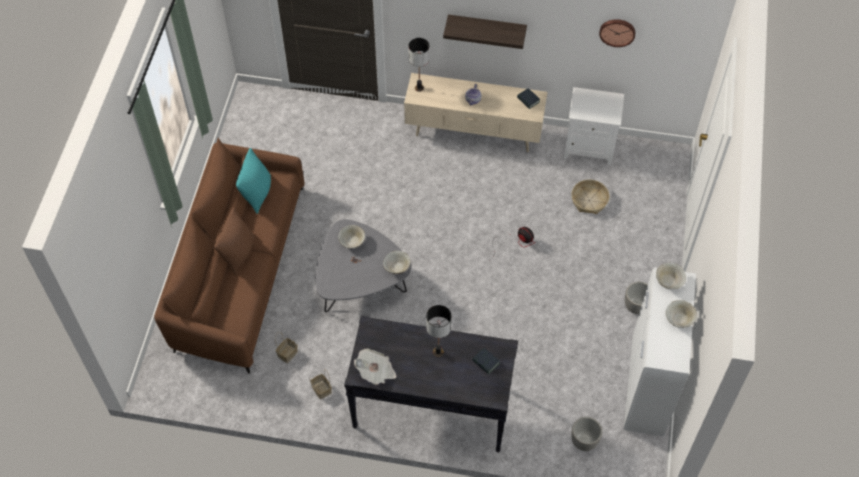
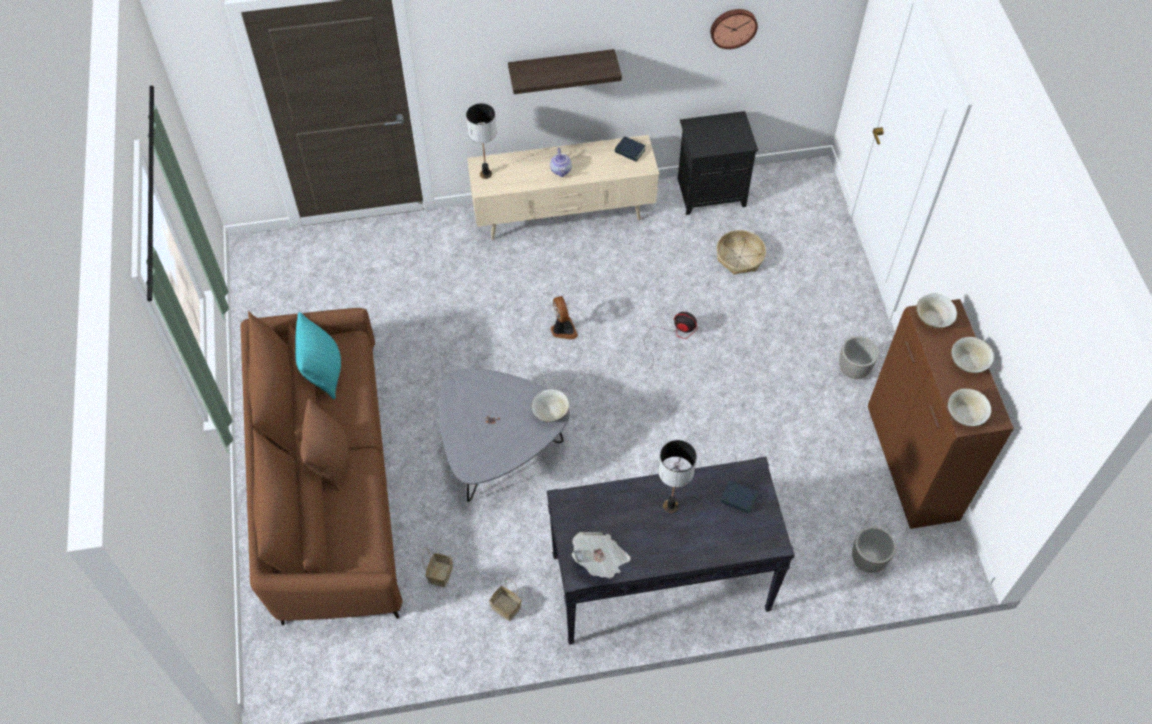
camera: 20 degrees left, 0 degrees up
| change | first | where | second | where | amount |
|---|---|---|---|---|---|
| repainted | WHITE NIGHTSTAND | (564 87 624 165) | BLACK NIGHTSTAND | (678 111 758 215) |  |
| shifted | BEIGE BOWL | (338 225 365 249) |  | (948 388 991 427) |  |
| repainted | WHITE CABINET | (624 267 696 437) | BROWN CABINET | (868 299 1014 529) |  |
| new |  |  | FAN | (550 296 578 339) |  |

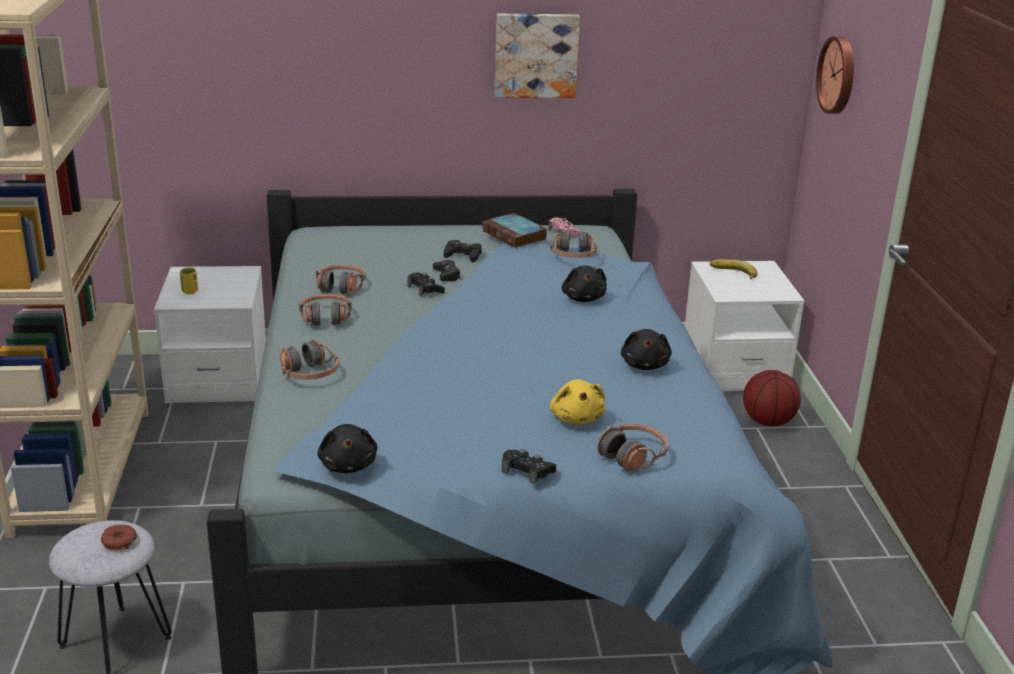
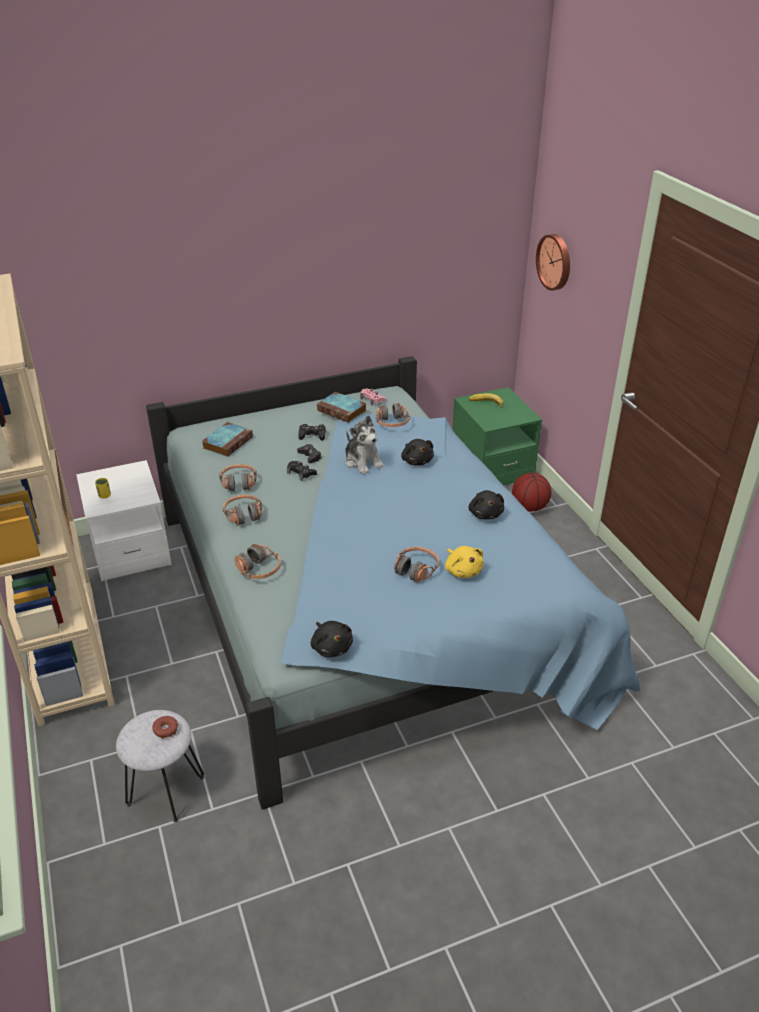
camera: 15 degrees left, 10 degrees up
| change | first | where | second | where | amount |
|---|---|---|---|---|---|
| gone | PICTURE | (495 14 580 98) |  |  |  |
| repainted | WHITE NIGHTSTAND | (685 261 804 391) | GREEN NIGHTSTAND | (452 387 542 485) |  |
| shifted | HEADPHONES | (598 424 668 471) |  | (394 546 439 583) |  |
| gone | BLACK GAME CONTROLLER | (502 449 556 485) |  |  |  |
| new |  |  | PLUSH TOY | (345 415 384 475) |  |
| new |  |  | BOOK | (202 422 253 457) |  |

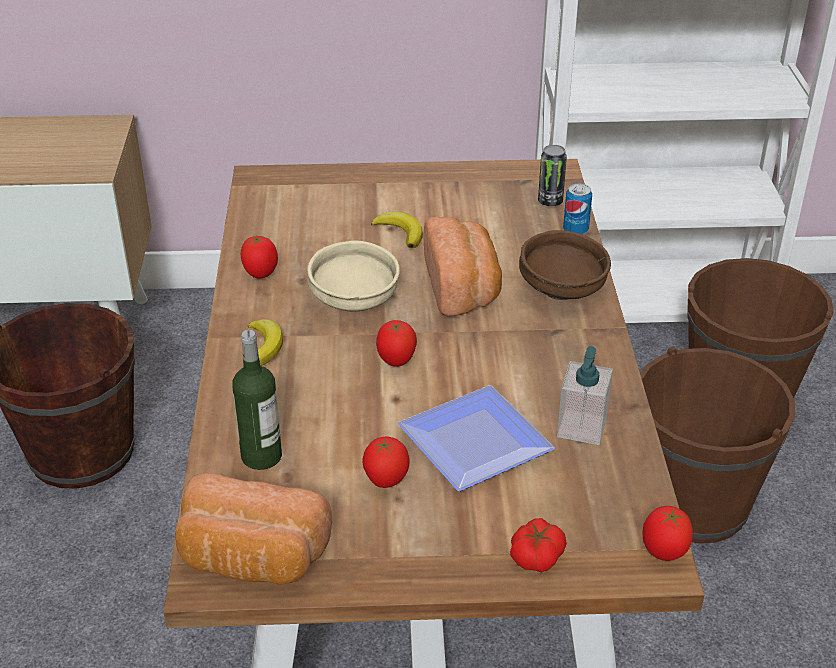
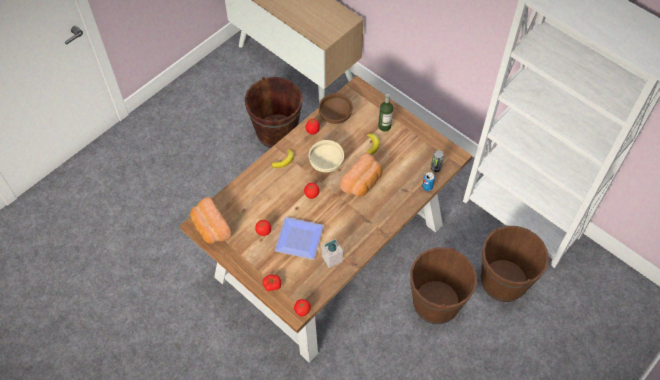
camera: 45 degrees right, 20 degrees up
| change | first | where | second | where | amount |
|---|---|---|---|---|---|
| shifted | BROWN BOWL | (519 230 611 300) |  | (319 93 353 124) |  |
| shifted | BOTTLE | (232 330 282 470) |  | (378 94 393 132) |  |

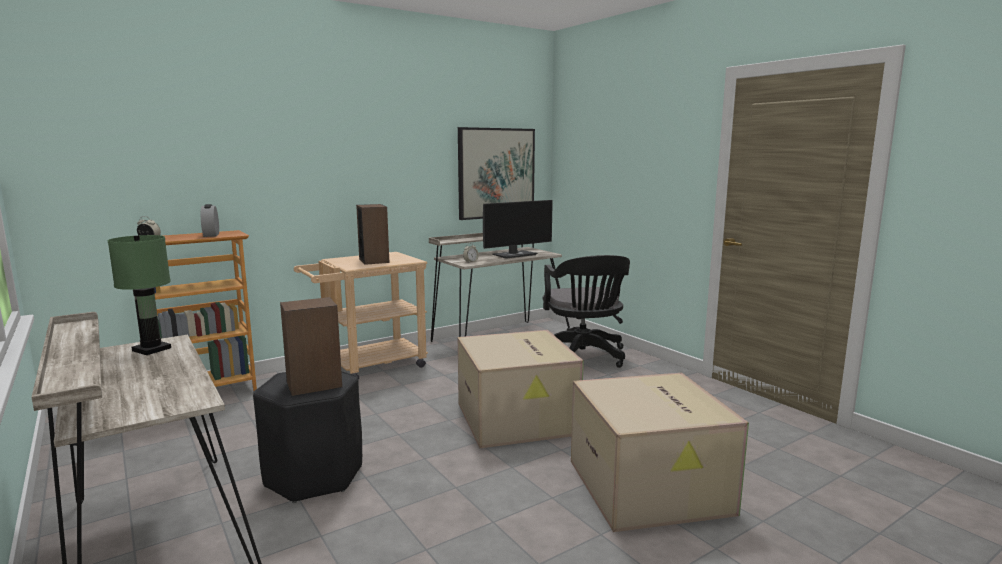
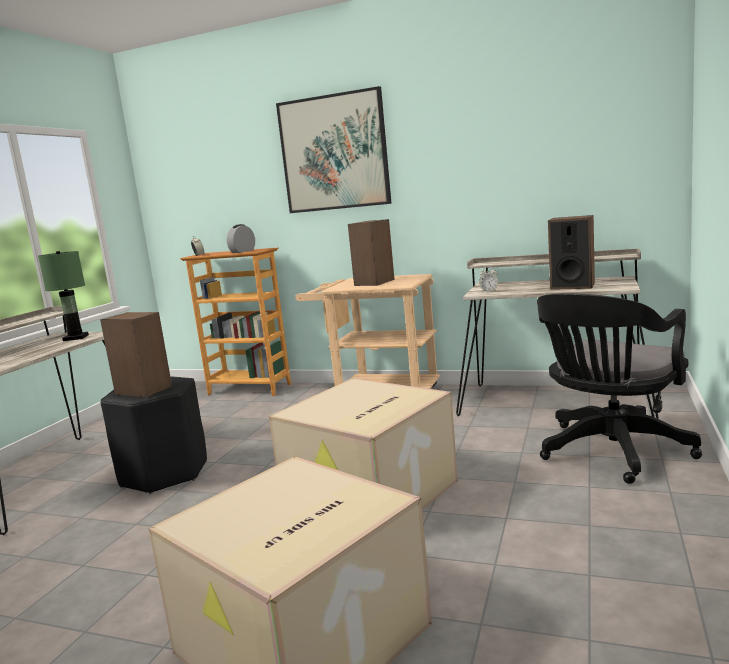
camera: 55 degrees right, 0 degrees up
| change | first | where | second | where | amount |
|---|---|---|---|---|---|
| shifted | PICTURE | (458 127 535 220) |  | (276 86 392 213) |  |
| swapped | MONITOR | (483 200 553 259) | SPEAKER | (548 215 595 290) |  |

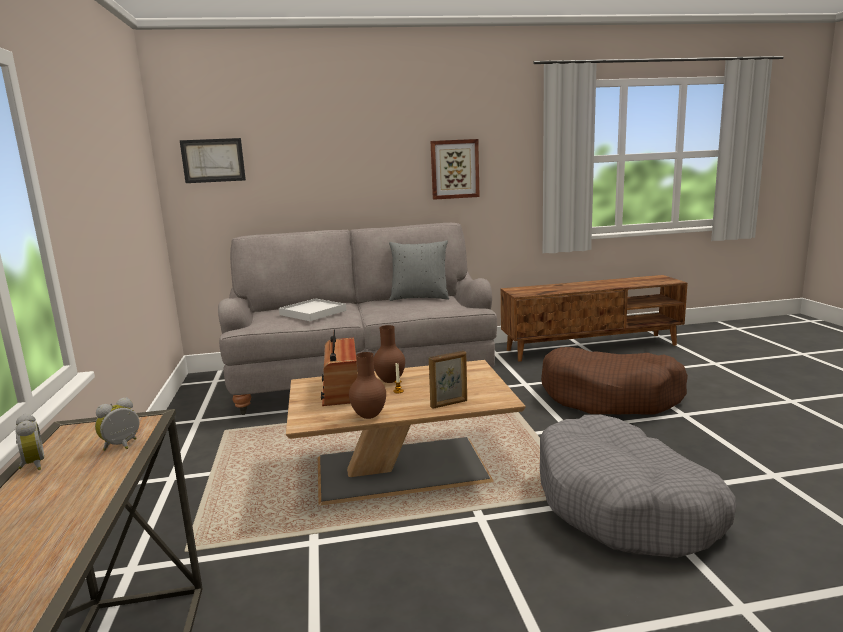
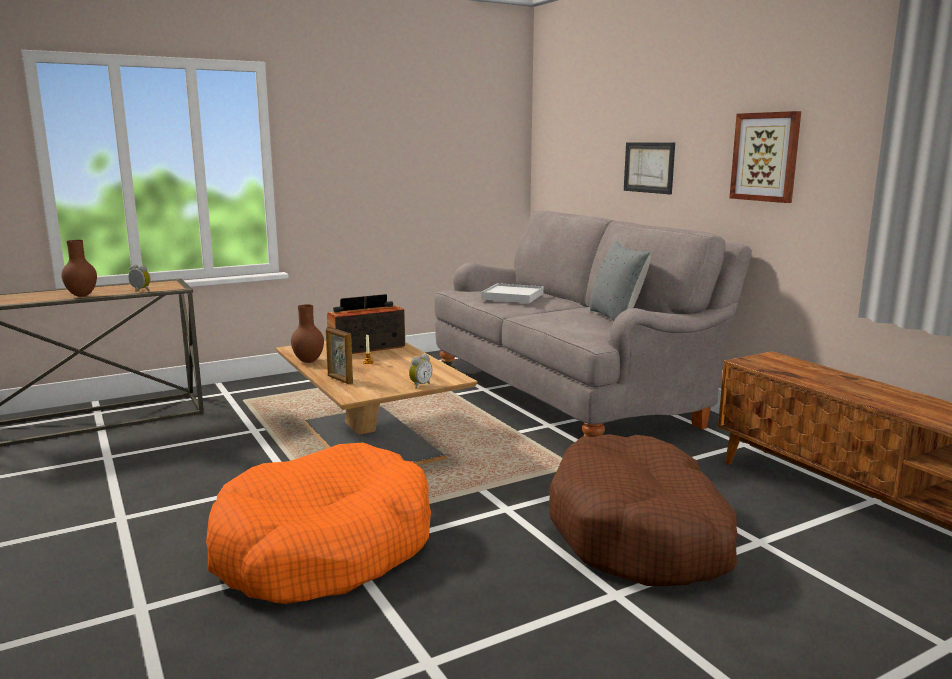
camera: 70 degrees right, 0 degrees up
| change | first | where | second | where | amount |
|---|---|---|---|---|---|
| shifted | PICTURE | (179 138 246 183) |  | (624 142 675 194) |  |
| shifted | BROWN VASE | (374 325 405 383) |  | (61 240 97 297) |  |
| shifted | ALARM CLOCK | (15 414 44 470) |  | (409 354 432 389) |  |
| repainted | GREY DOG BED | (540 415 736 558) | ORANGE DOG BED | (206 443 431 604) |  |

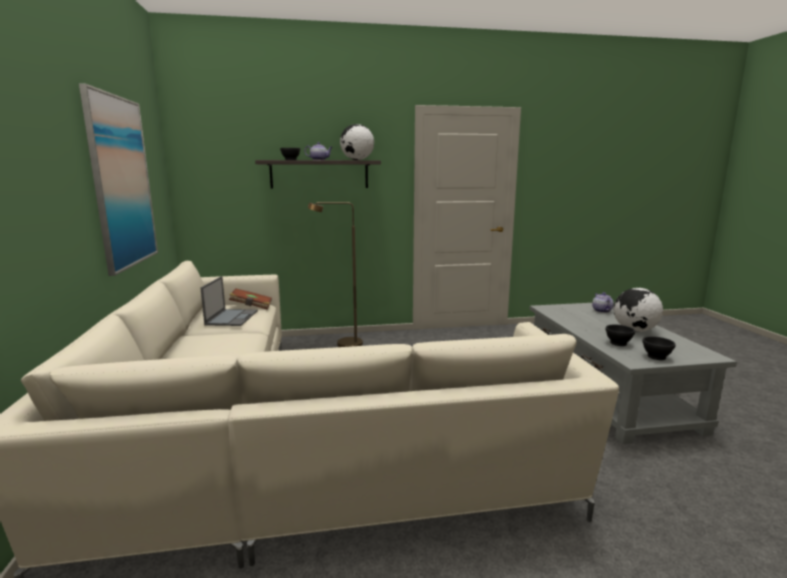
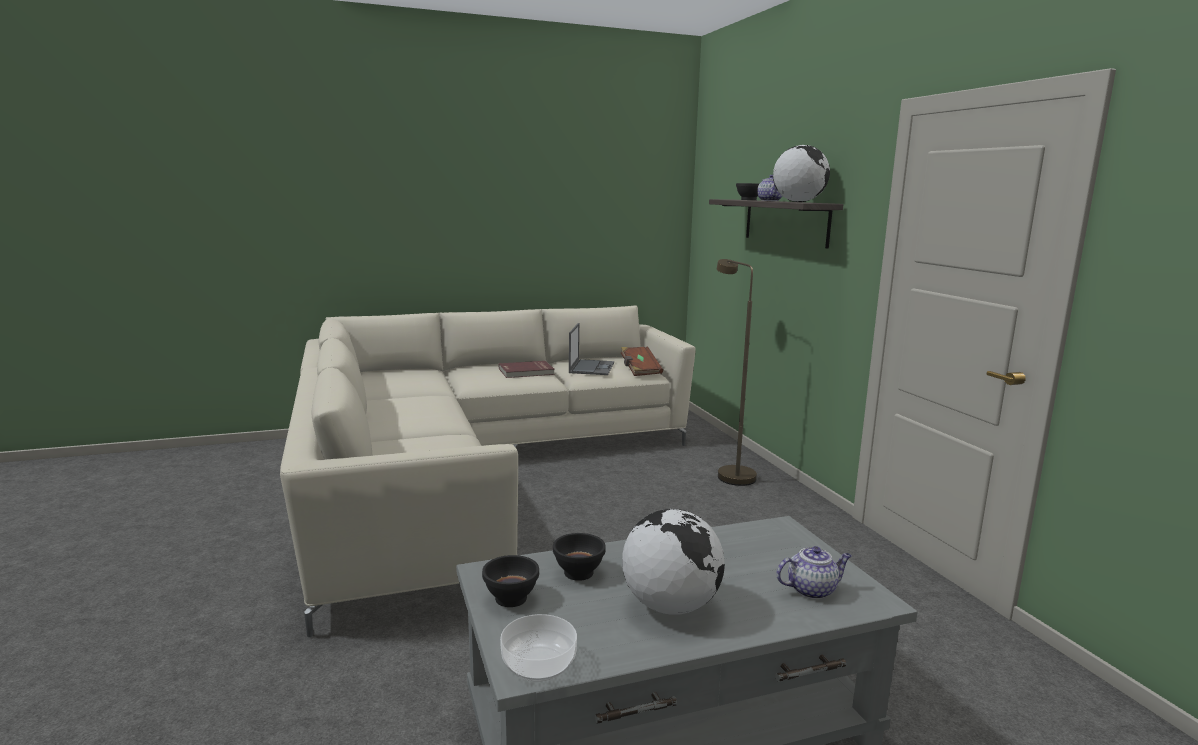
camera: 80 degrees right, 0 degrees up
| change | first | where | second | where | amount |
|---|---|---|---|---|---|
| gone | PICTURE | (79 83 158 276) |  |  |  |
| rotated | LAPTOP | (201 276 258 326) |  | (569 323 614 375) | 75 degrees counterclockwise |
| new |  |  | RED BOOK | (499 361 555 378) |  |
| new |  |  | BOWL | (500 614 577 682) |  |

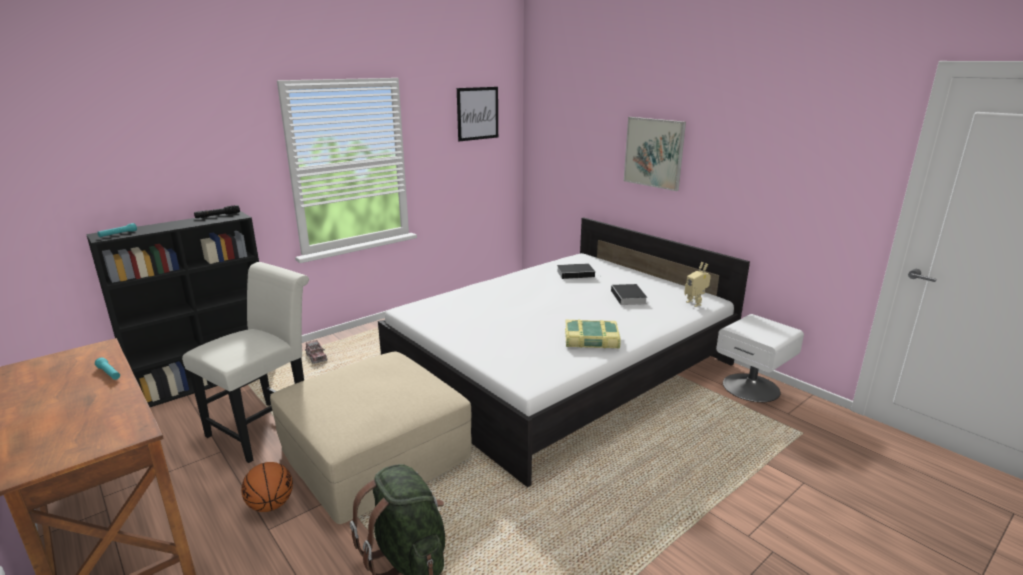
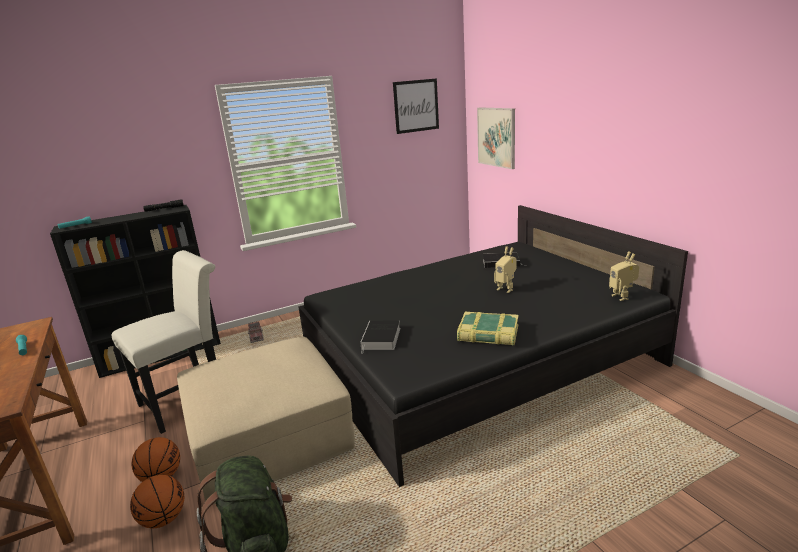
camera: 15 degrees right, 0 degrees up
| change | first | where | second | where | amount |
|---|---|---|---|---|---|
| shifted | PICTURE | (624 117 686 191) |  | (477 107 515 169) |  |
| repainted | WHITE BED | (378 218 750 487) | BLACK BED | (298 205 688 487) |  |
| shifted | BOOK | (611 284 647 308) |  | (360 321 400 354) |  |
| gone | WHITE NIGHTSTAND | (716 314 804 402) |  |  |  |
| new |  |  | TOY ROBOT | (494 246 517 293) |  |
| new |  |  | BASKETBALL | (130 475 184 529) |  |

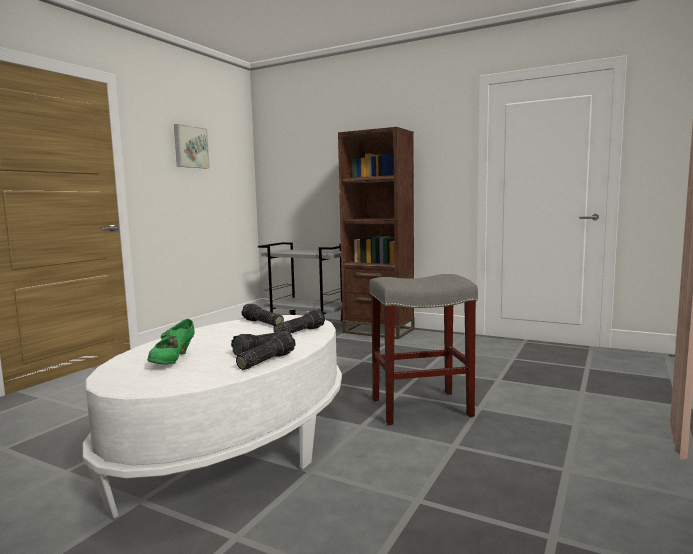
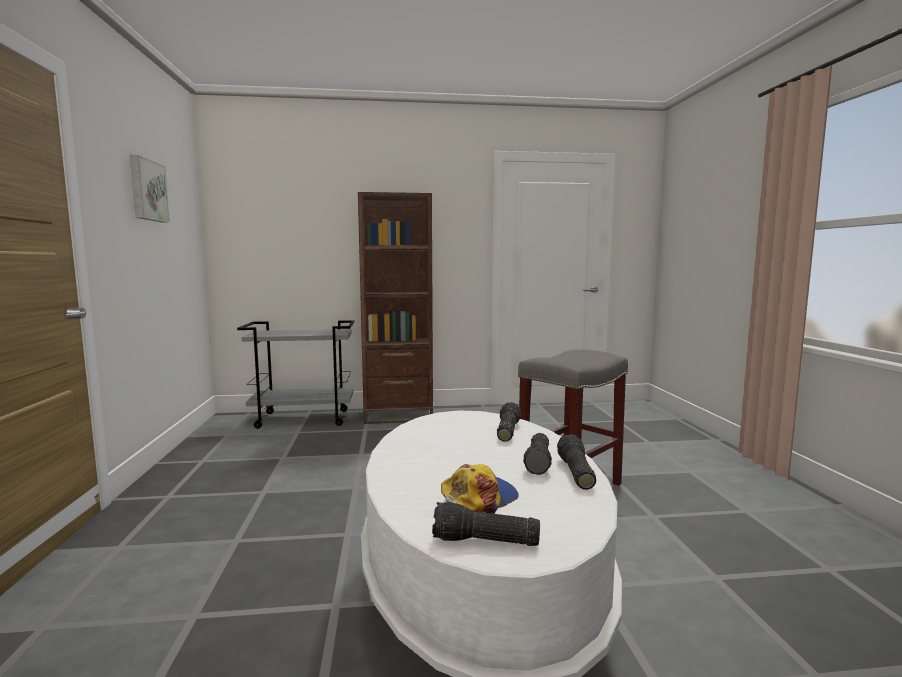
camera: 35 degrees left, 0 degrees up
| change | first | where | second | where | amount |
|---|---|---|---|---|---|
| shifted | FLASHLIGHT | (242 304 284 326) |  | (432 502 540 546) |  |
| swapped | GREEN SHOE | (147 319 195 364) | CAP | (441 464 519 514) |  |

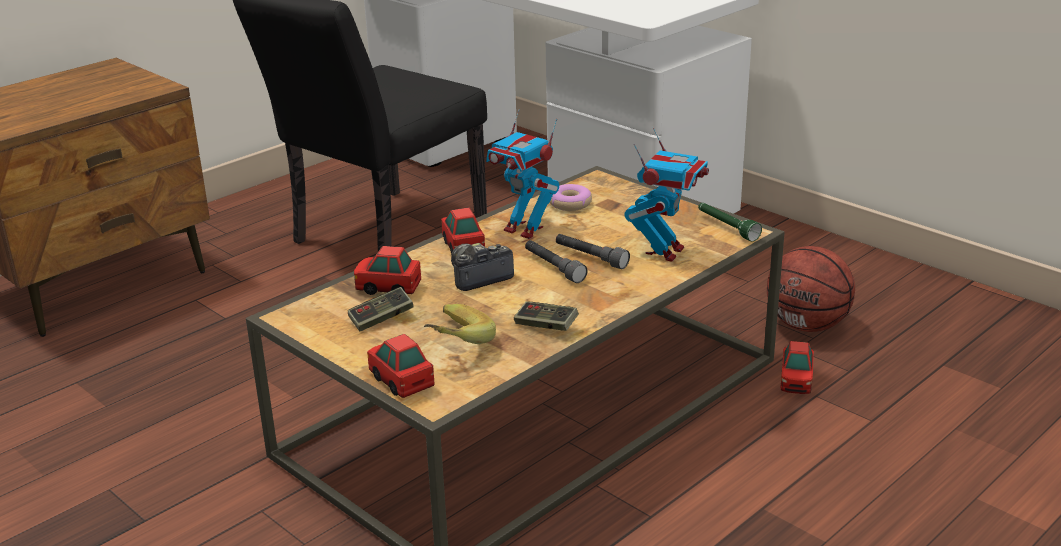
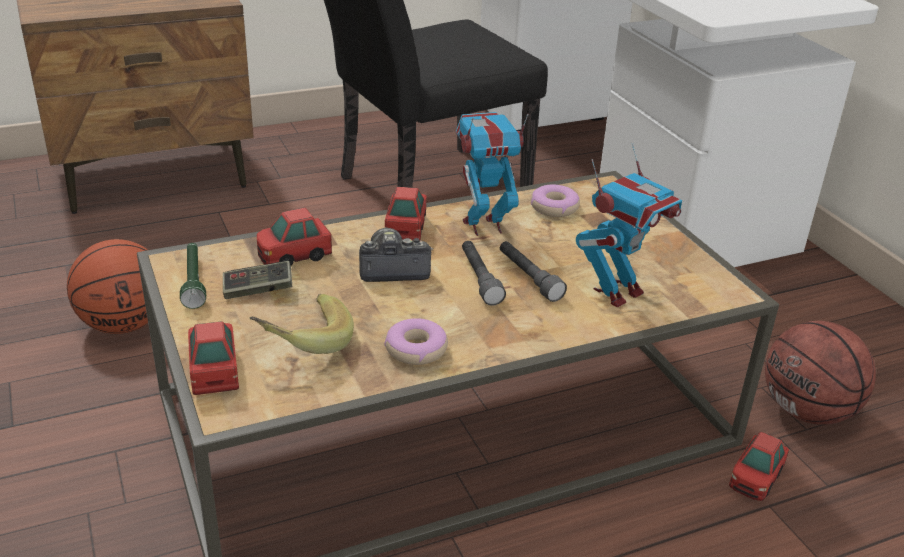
camera: 20 degrees right, 5 degrees up
| change | first | where | second | where | amount |
|---|---|---|---|---|---|
| rotated | TOY ROBOT | (486 109 559 239) |  | (456 112 529 236) | 105 degrees clockwise |
| shifted | GREEN FLASHLIGHT | (698 203 762 241) |  | (180 243 206 309) |  |
| rotated | TOY CAR | (354 246 421 295) |  | (257 208 332 265) | 60 degrees counterclockwise |
| swapped | GAME CONTROLLER | (514 301 579 331) | DONUT | (384 318 448 365) |  |
| new |  |  | BASKETBALL | (67 239 148 334) |  |

